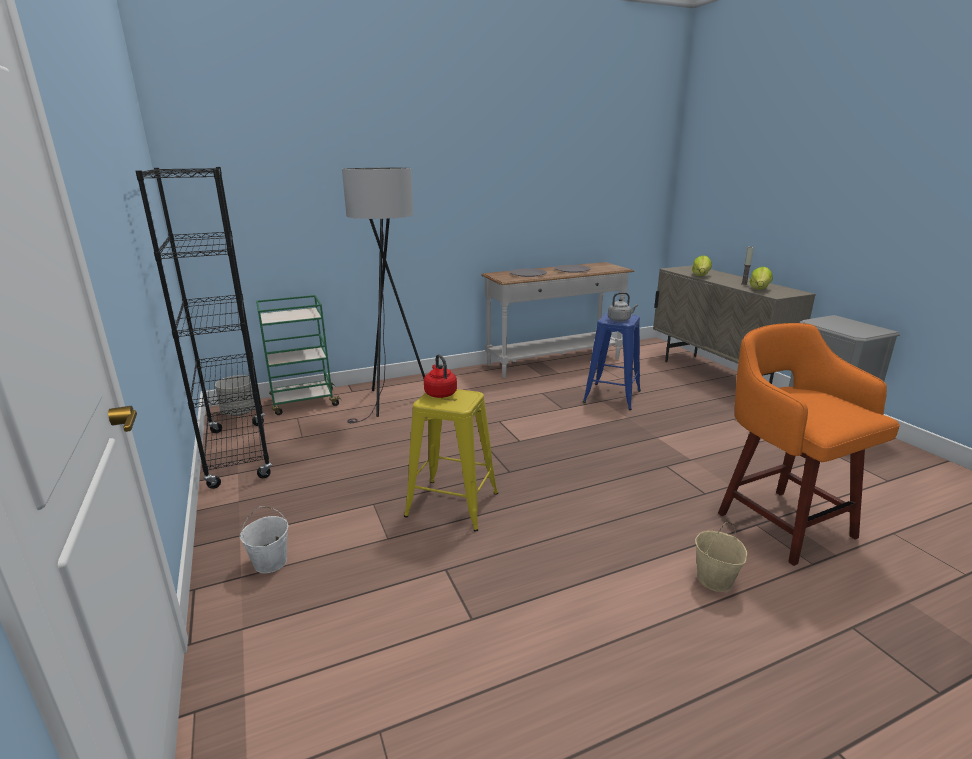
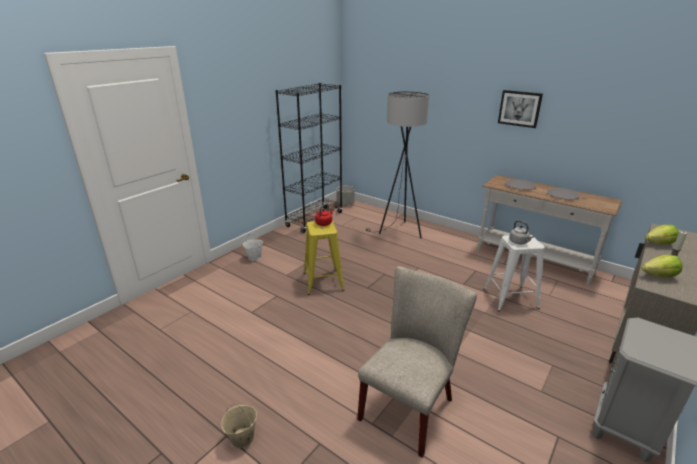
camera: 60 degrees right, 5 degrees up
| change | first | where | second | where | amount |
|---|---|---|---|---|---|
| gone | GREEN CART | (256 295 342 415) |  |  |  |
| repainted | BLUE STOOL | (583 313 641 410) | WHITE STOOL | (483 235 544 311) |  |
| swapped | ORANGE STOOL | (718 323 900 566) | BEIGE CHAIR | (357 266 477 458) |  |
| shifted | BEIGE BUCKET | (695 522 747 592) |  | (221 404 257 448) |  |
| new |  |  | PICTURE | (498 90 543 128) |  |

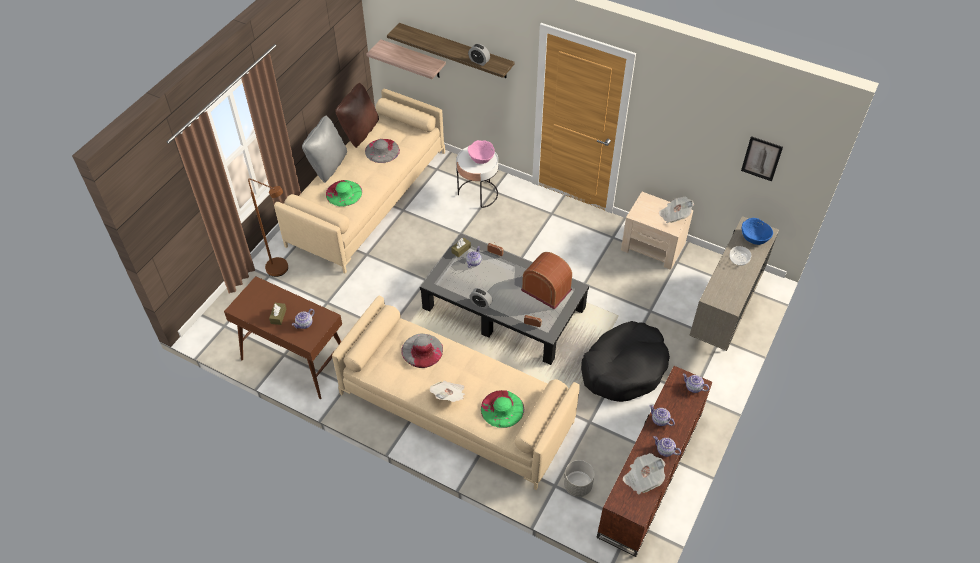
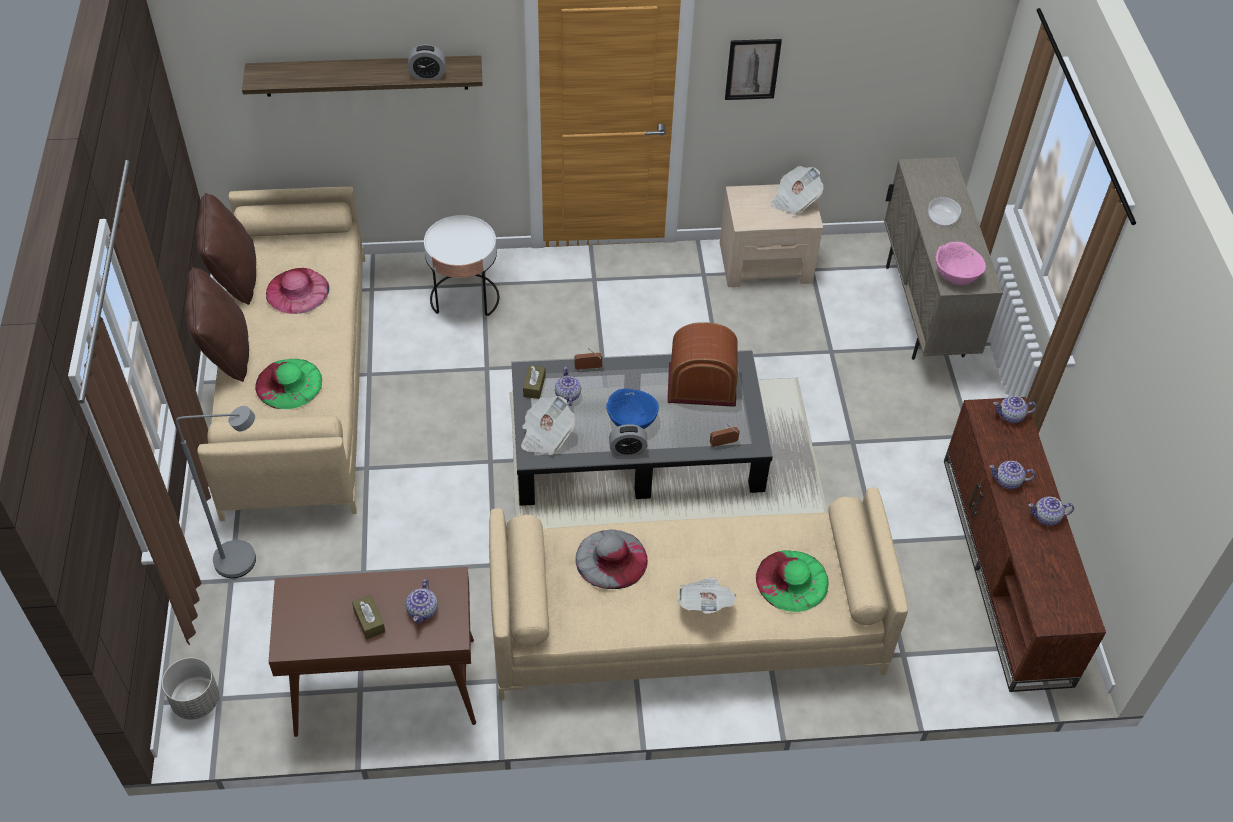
camera: 35 degrees left, 0 degrees up
| change | first | where | second | where | amount |
|---|---|---|---|---|---|
| gone | SHELF | (366 40 446 79) |  |  |  |
| repainted | GREY PILLOW | (302 116 347 183) | BROWN PILLOW | (185 267 249 382) |  |
| shifted | PICTURE | (741 136 783 181) |  | (725 39 782 100) |  |
| repainted | GREY HAT | (365 139 400 163) | PINK HAT | (266 268 329 314) |  |
| shifted | PINK BOWL | (468 140 495 164) |  | (936 242 986 285) |  |
| repainted | BROWN FLOOR LAMP | (248 179 288 277) | GREY FLOOR LAMP | (176 406 256 578) |  |
| shifted | BLUE BOWL | (742 218 773 245) |  | (606 388 659 429) |  |
| gone | BLACK DOG BED | (581 321 670 402) |  |  |  |
| shifted | NEWSPAPER | (623 453 665 494) |  | (521 396 575 455) |  |
| shifted | GREY PLANTER | (564 460 595 497) |  | (162 658 219 720) |  |

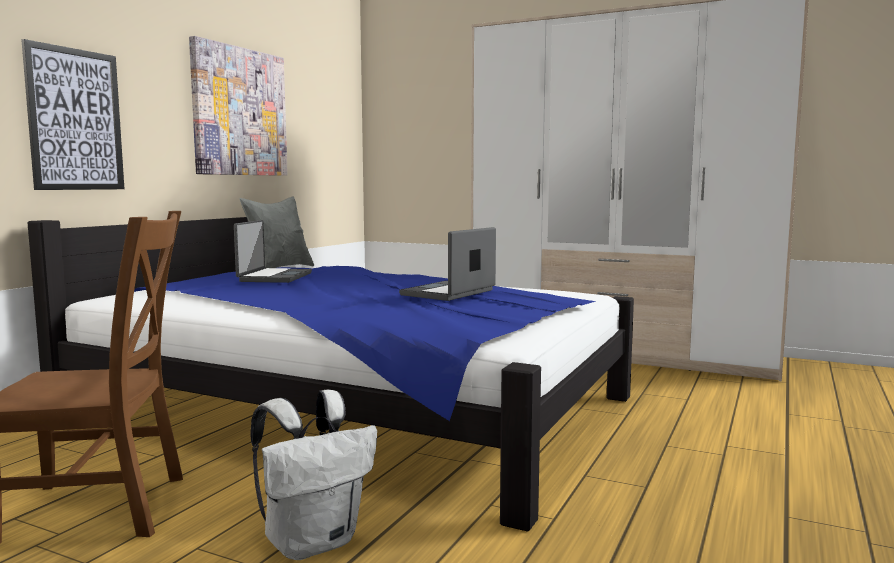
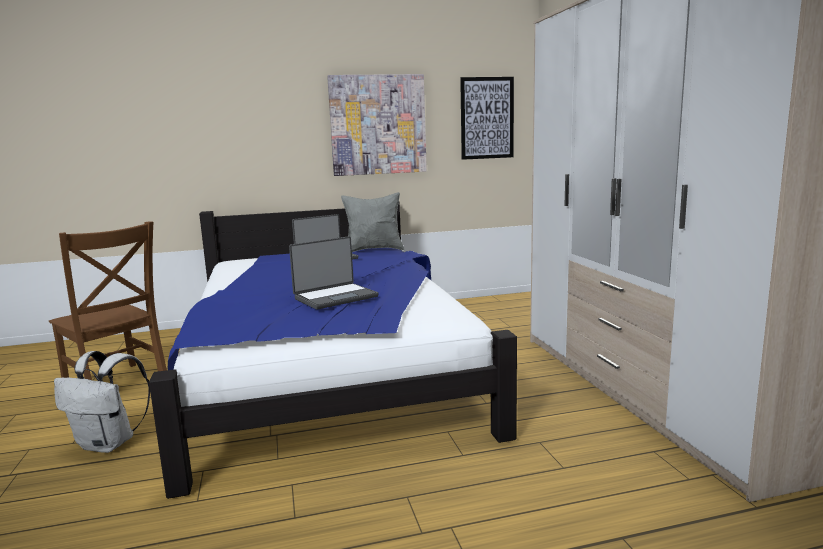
camera: 50 degrees right, 5 degrees up
| change | first | where | second | where | amount |
|---|---|---|---|---|---|
| shifted | PICTURE | (21 39 124 190) |  | (460 77 514 160) |  |
| rotated | LAPTOP | (399 227 496 301) |  | (289 236 378 309) | 150 degrees clockwise |

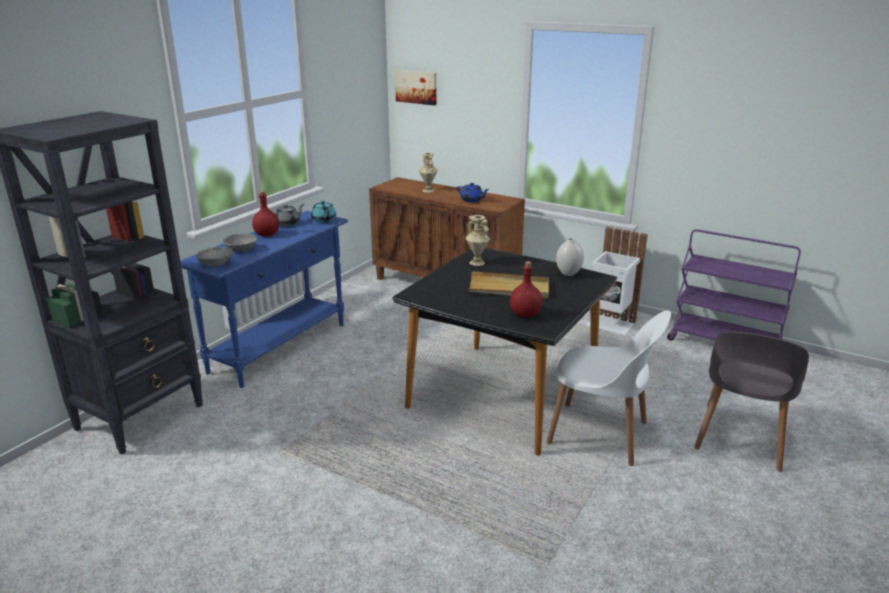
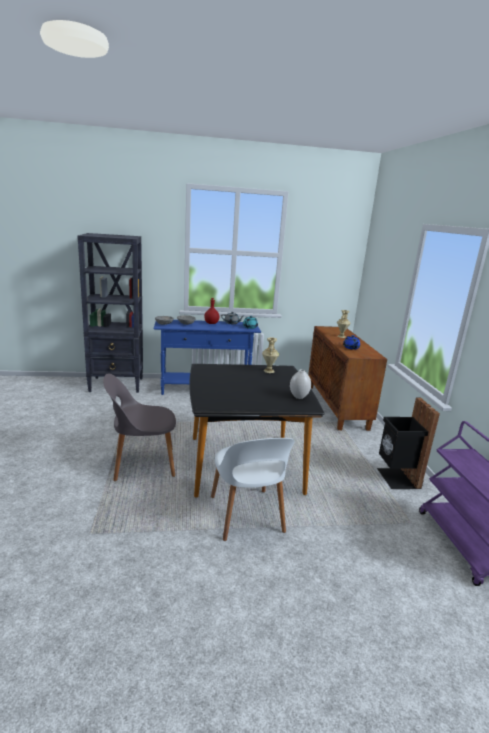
camera: 50 degrees right, 5 degrees down
| change | first | where | second | where | amount |
|---|---|---|---|---|---|
| gone | PICTURE | (395 70 437 105) |  |  |  |
| repainted | WHITE TRASH CAN | (586 227 648 335) | BLACK TRASH CAN | (377 397 440 489) |  |
| gone | RED BOTTLE | (510 261 542 317) |  |  |  |
| gone | BEIGE TRAY | (468 271 549 299) |  |  |  |
| shifted | GREY CHAIR | (694 331 809 472) |  | (103 373 176 481) |  |

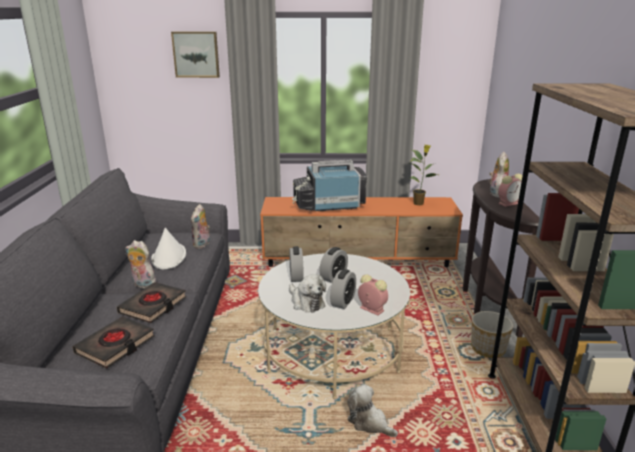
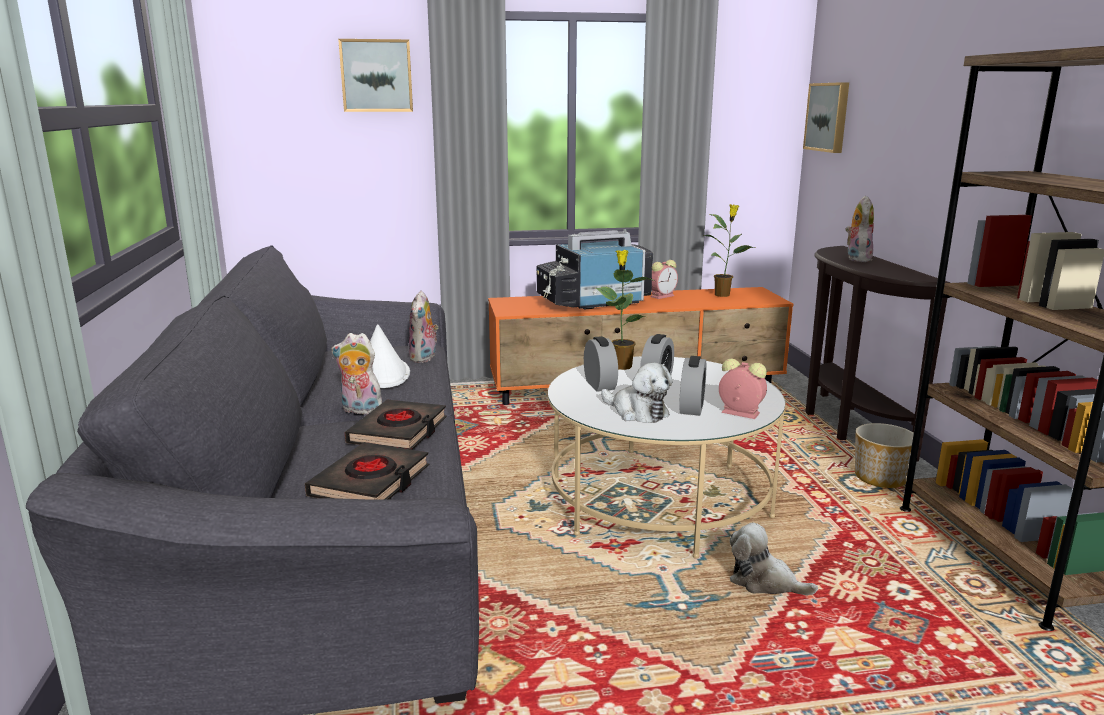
camera: 10 degrees left, 5 degrees down
| change | first | where | second | where | amount |
|---|---|---|---|---|---|
| shifted | ALARM CLOCK | (498 174 523 207) |  | (650 260 678 299) |  |
| new |  |  | PICTURE | (803 82 849 153) |  |
| new |  |  | POTTED PLANT | (596 250 654 370) |  |

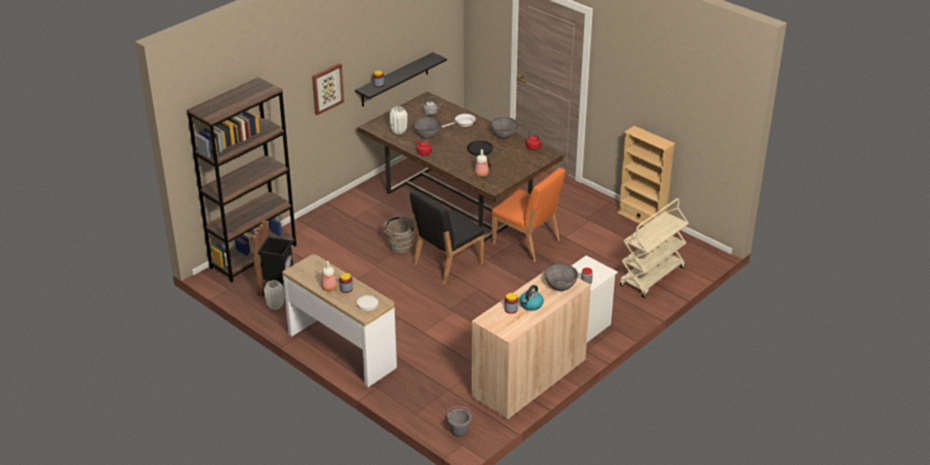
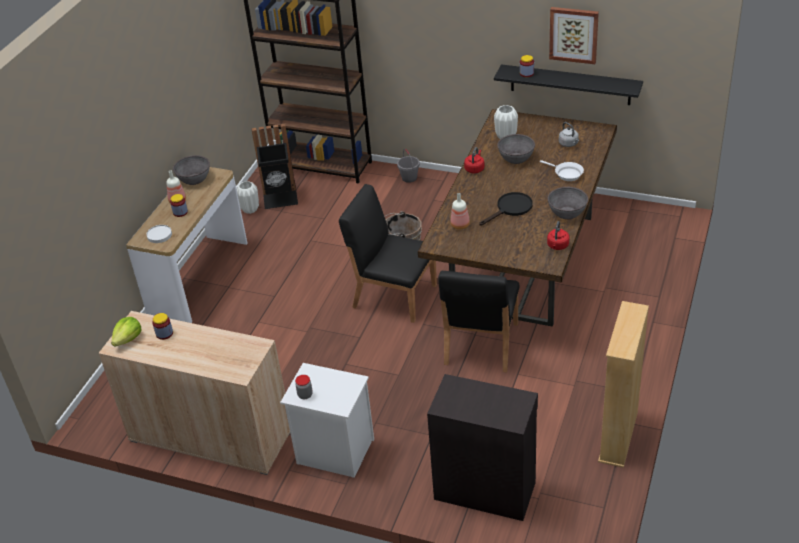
camera: 70 degrees right, 5 degrees up
| change | first | where | second | where | amount |
|---|---|---|---|---|---|
| shifted | PICTURE | (312 63 344 115) |  | (549 7 599 64) |  |
| repainted | ORANGE CHAIR | (491 168 565 262) | BLACK CHAIR | (438 271 520 372) |  |
| swapped | BEIGE CART | (619 198 689 298) | BLACK CABINET | (427 374 538 521) |  |
| shifted | GREY BOWL | (544 264 578 291) |  | (173 155 210 185) |  |
| gone | KETTLE | (520 285 544 311) |  |  |  |
| shifted | GREY BUCKET | (446 406 472 437) |  | (397 149 420 183) |  |
| new |  |  | LETTUCE | (111 317 141 347) |  |

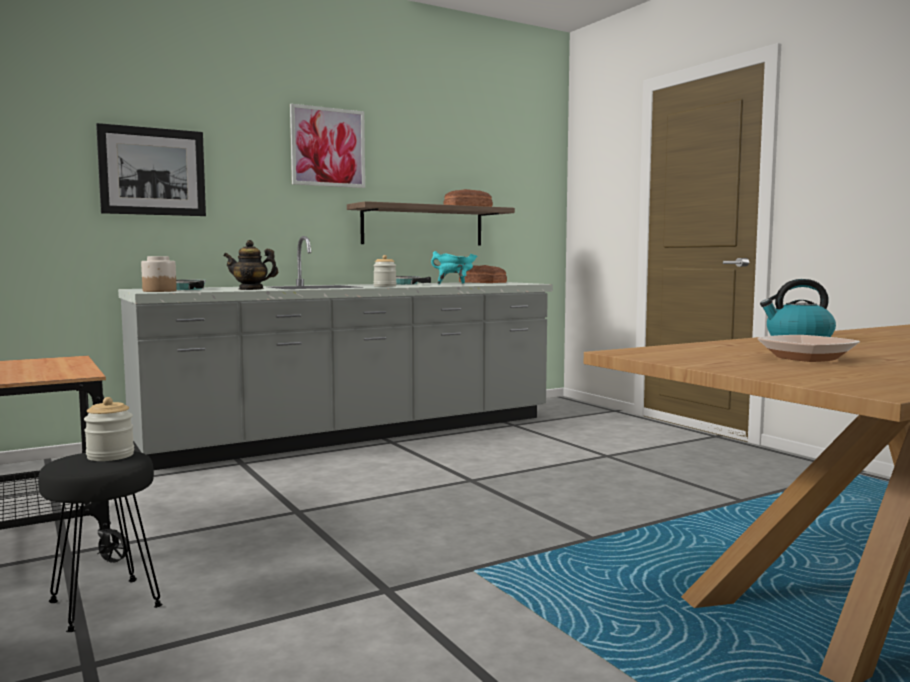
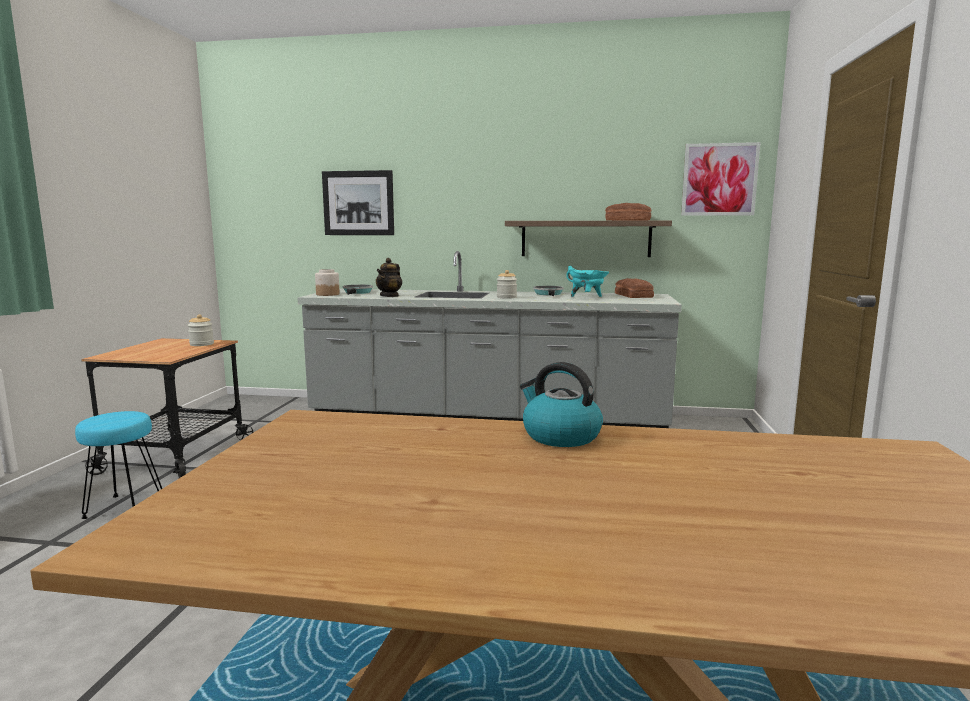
camera: 40 degrees right, 5 degrees up
| change | first | where | second | where | amount |
|---|---|---|---|---|---|
| shifted | PICTURE | (290 104 365 188) |  | (681 142 761 216) |  |
| rotated | TEAPOT | (223 240 278 290) |  | (376 258 402 297) | 105 degrees counterclockwise |
| gone | BOWL | (757 335 860 362) |  |  |  |
| shifted | JAR | (84 397 134 461) |  | (188 314 214 346) |  |
| repainted | BLACK STOOL | (38 451 162 632) | TURQUOISE STOOL | (75 411 162 519) |  |

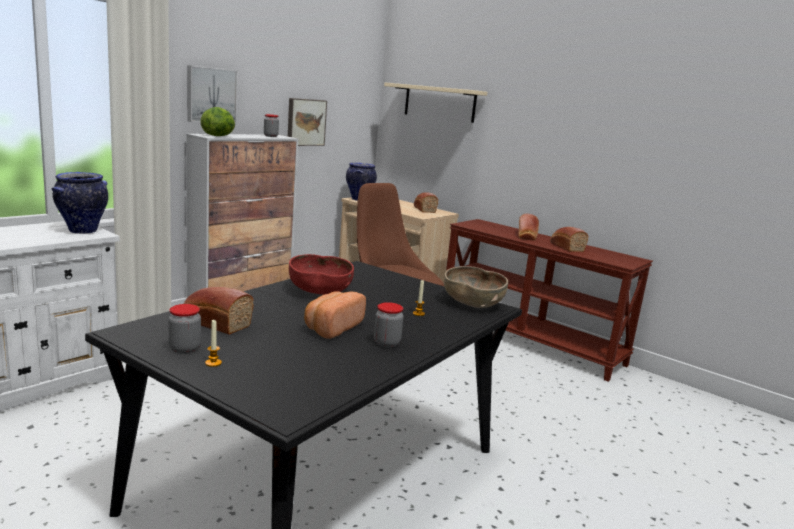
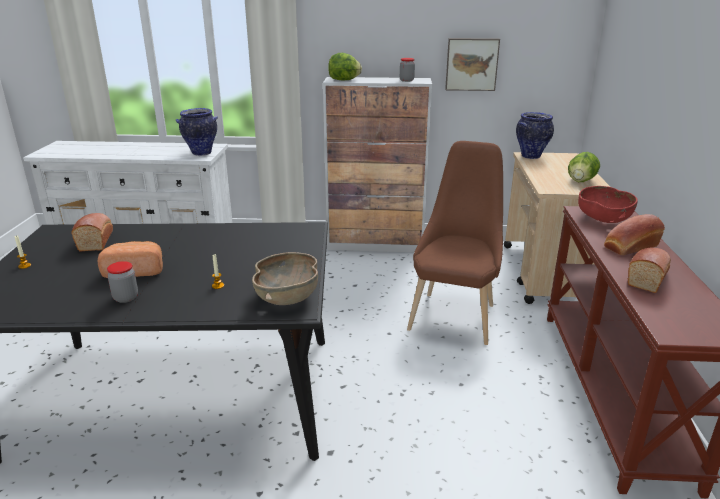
camera: 55 degrees right, 10 degrees up
| change | first | where | second | where | amount |
|---|---|---|---|---|---|
| gone | PICTURE | (187 65 238 123) |  |  |  |
| gone | BEIGE SHELF | (384 83 487 123) |  |  |  |
| swapped | BREAD | (414 192 438 213) | LETTUCE | (568 152 600 182) |  |
| shifted | RED BOWL | (289 254 354 295) |  | (578 186 638 223) |  |
| gone | JAR | (169 304 201 354) |  |  |  |

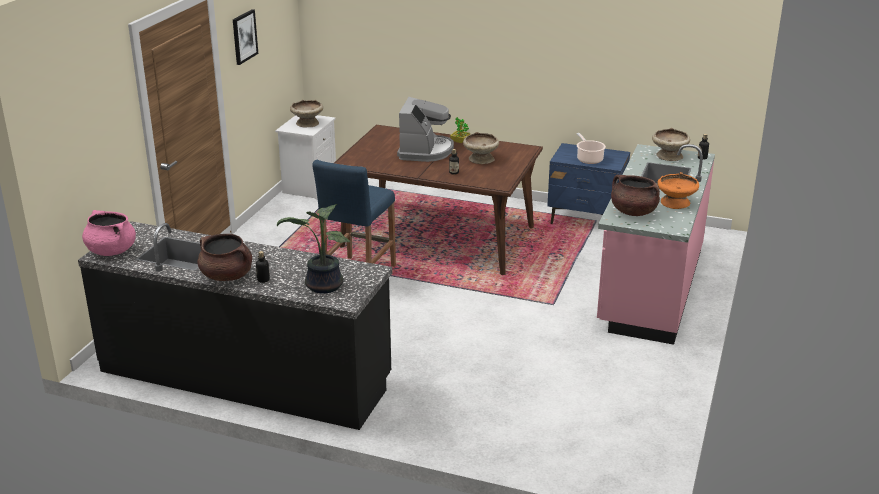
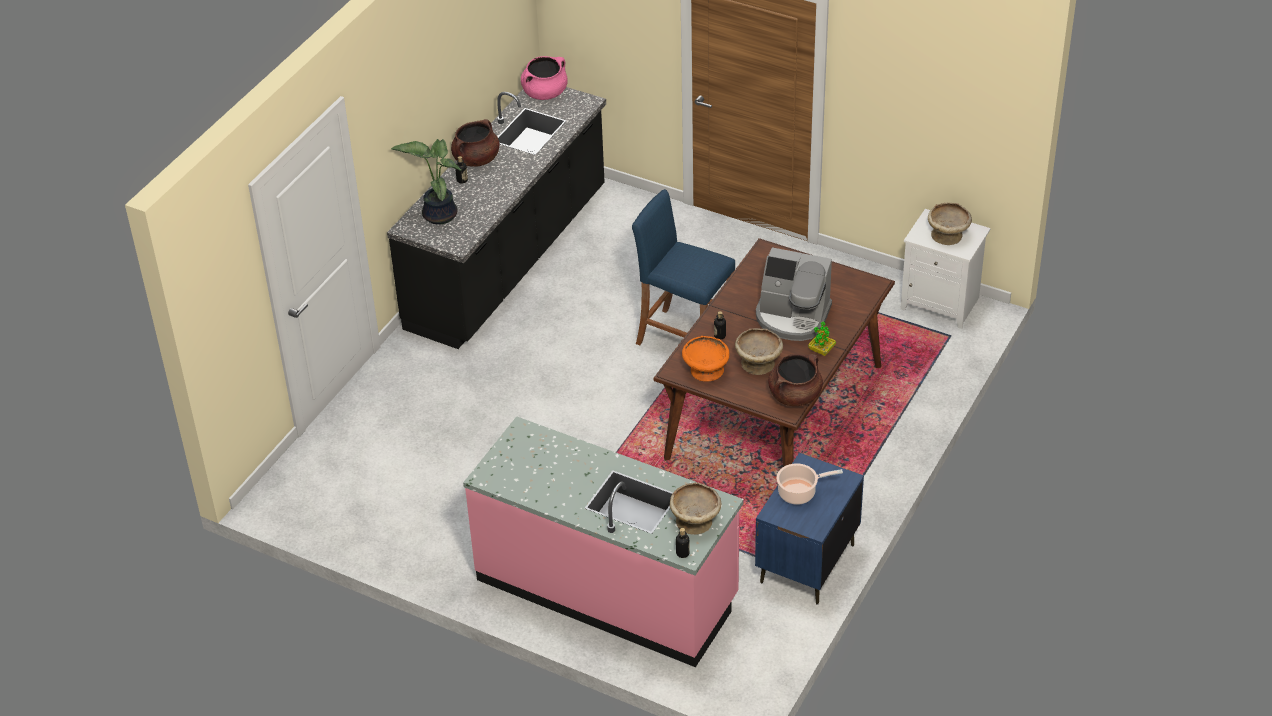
camera: 100 degrees right, 15 degrees up
| change | first | where | second | where | amount |
|---|---|---|---|---|---|
| gone | PICTURE | (233 9 258 65) |  |  |  |
| shifted | ORANGE BOWL | (657 172 699 209) |  | (682 336 730 382) |  |
| shifted | BROWN COOKING POT | (611 175 660 216) |  | (768 354 823 406) |  |

